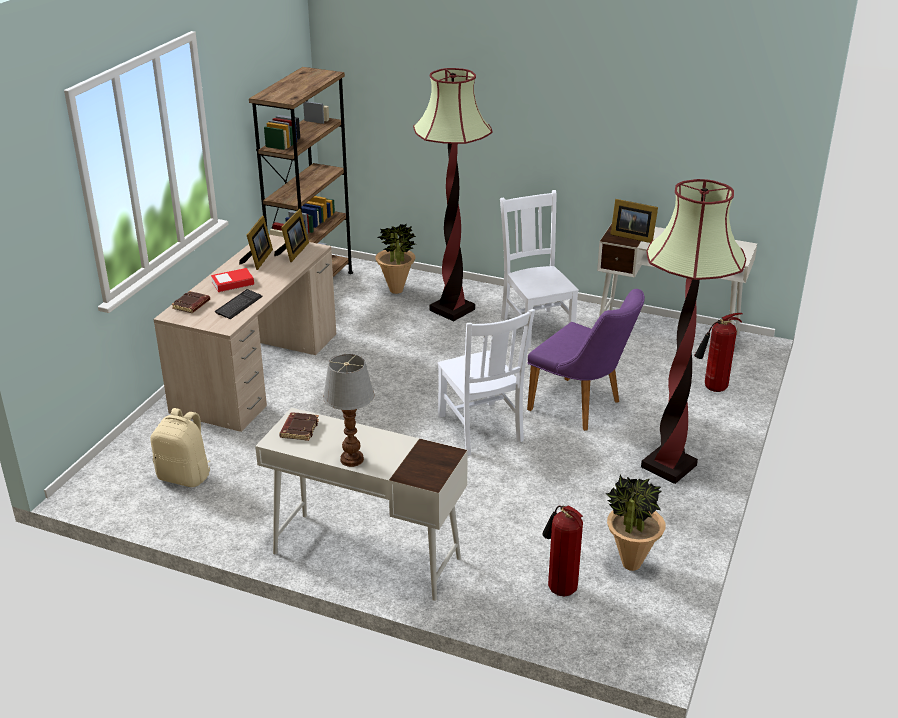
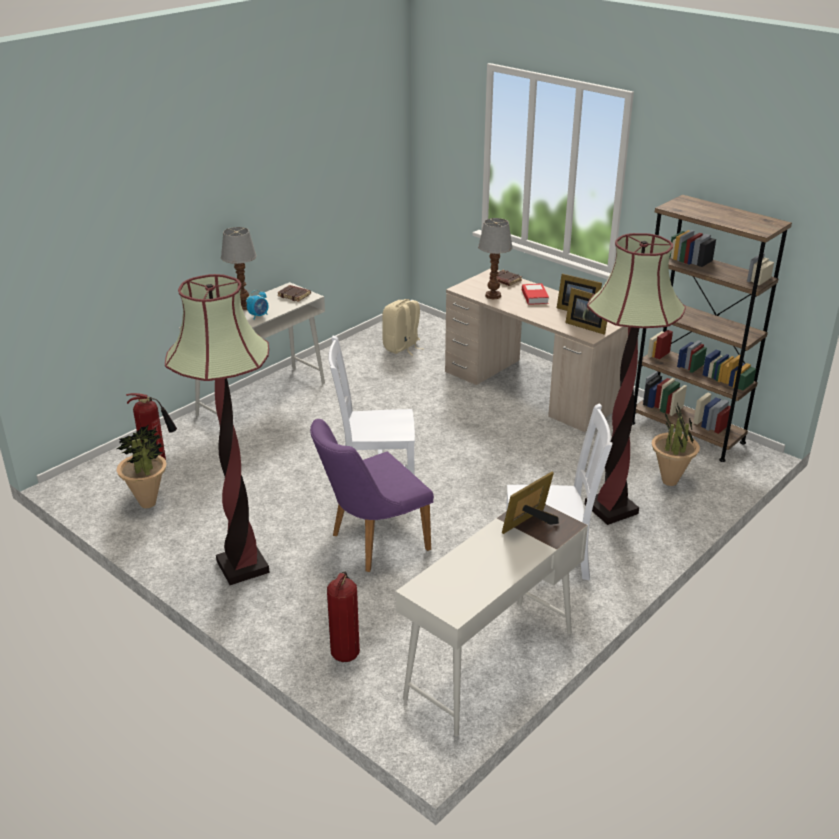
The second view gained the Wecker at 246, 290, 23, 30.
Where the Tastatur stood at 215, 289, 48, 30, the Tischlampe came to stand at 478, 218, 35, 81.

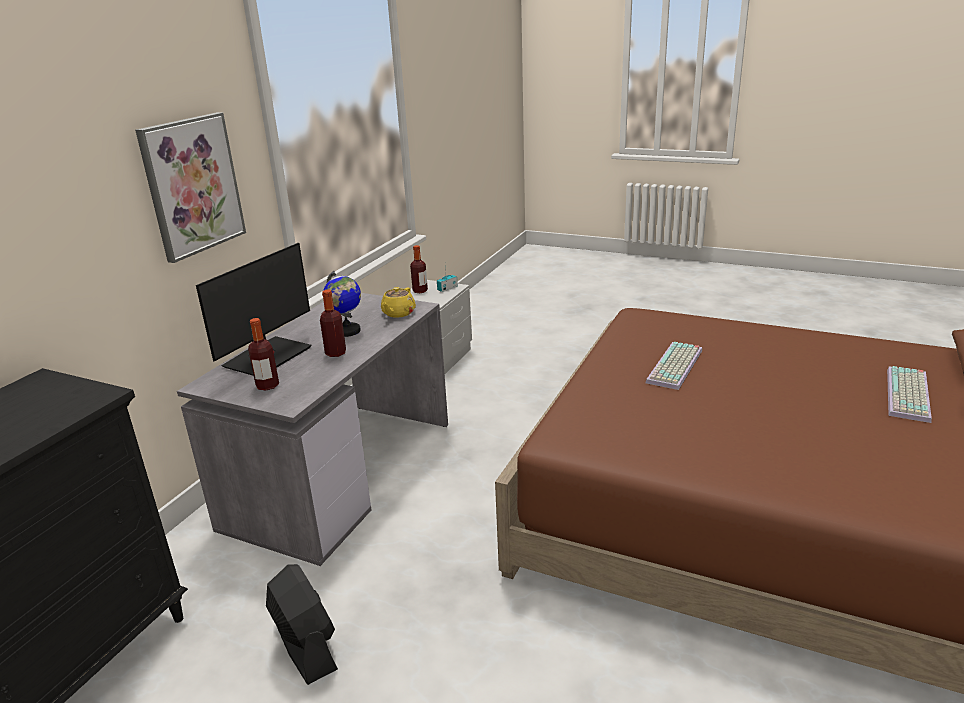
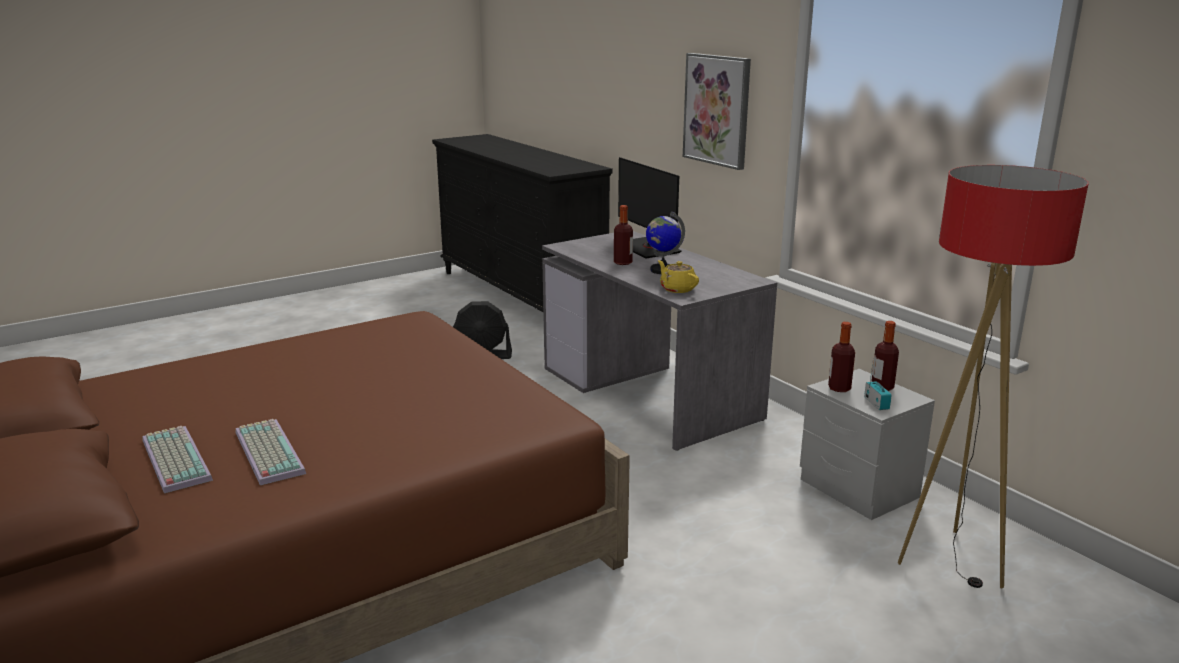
The second view gained the Stehlampe at 898, 165, 191, 424.
The Flasche ended up elsewhere, having gone from 248, 318, 31, 72 to 828, 322, 27, 70.
The Tastatur ended up elsewhere, having gone from 646, 342, 56, 48 to 236, 419, 70, 66.

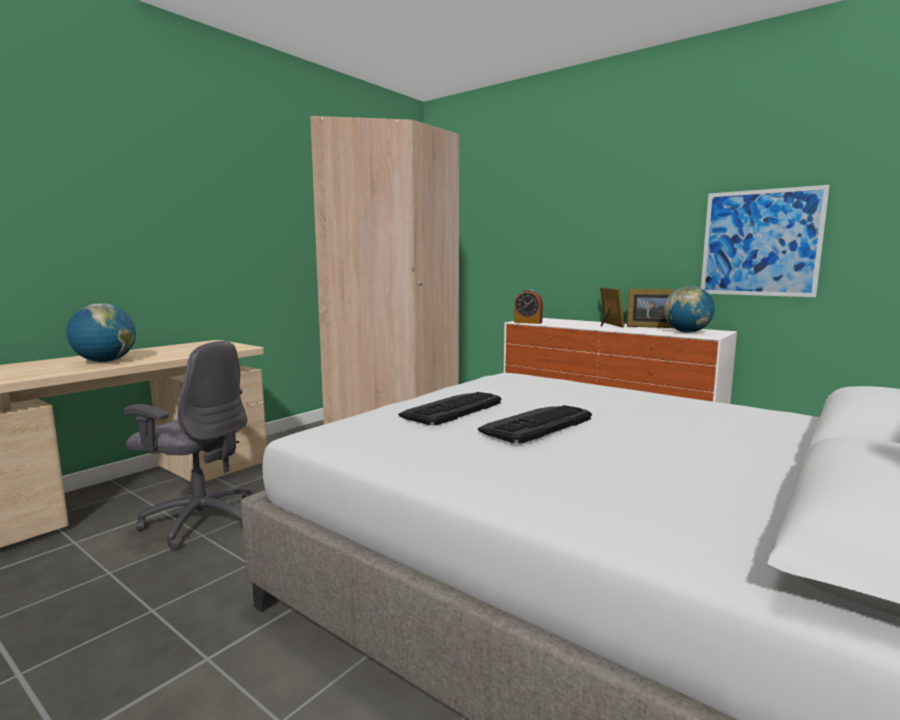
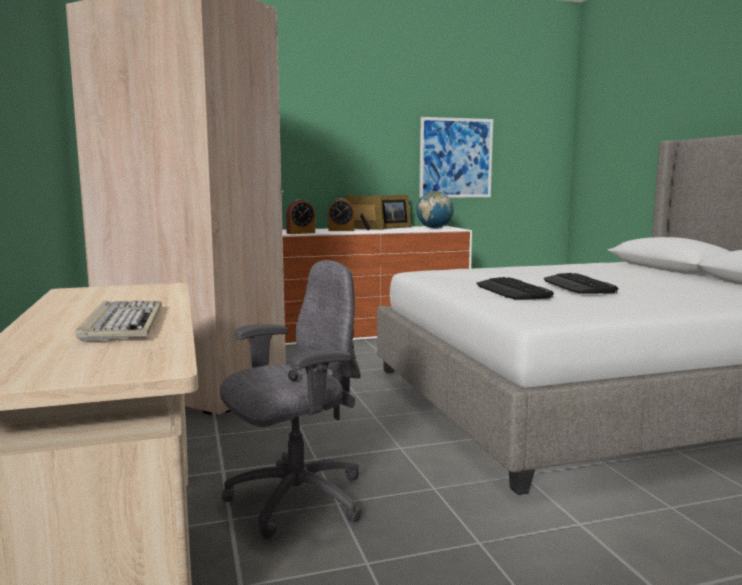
The second view gained the Wecker at 328, 198, 26, 33.
Where the Globus stood at 66, 304, 70, 58, the Tastatur came to stand at 75, 300, 87, 42.

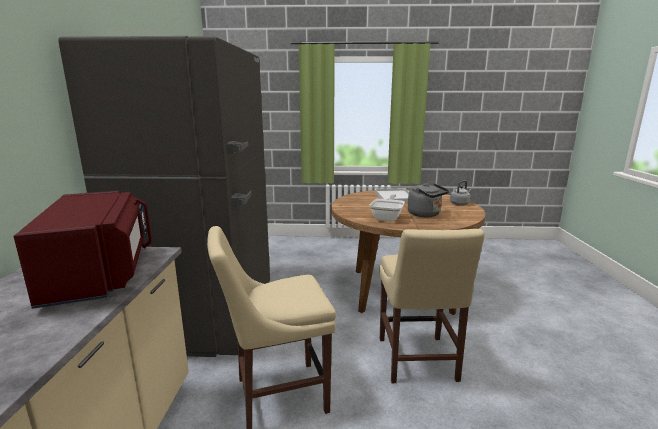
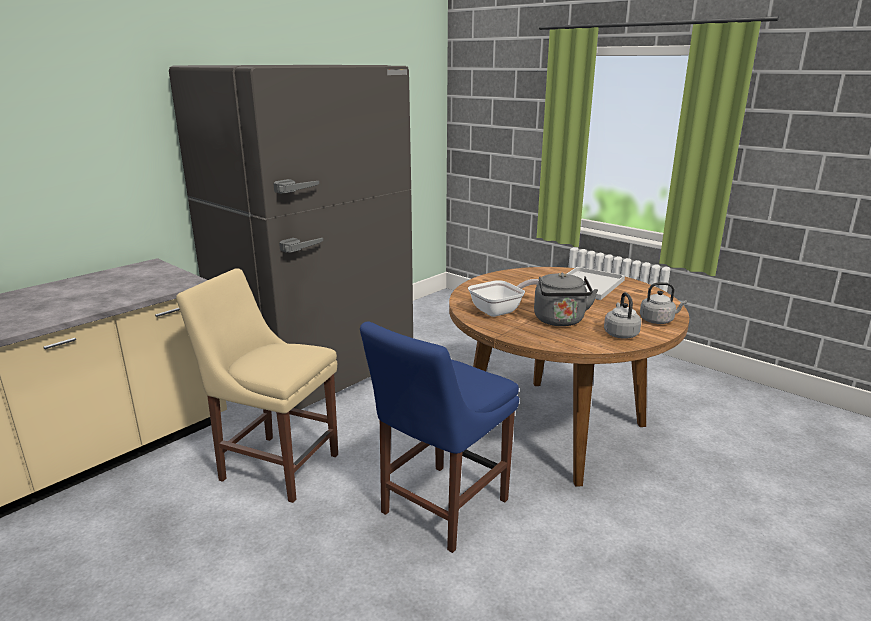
The second view lost the Mikrowelle (rot) at 13, 191, 139, 118.
The second view gained the Wasserkessel (grau) at 604, 292, 37, 47.
What was the Stuhl (beige) at 379, 229, 106, 154 turned into the Stuhl (blau) at 360, 321, 159, 232.

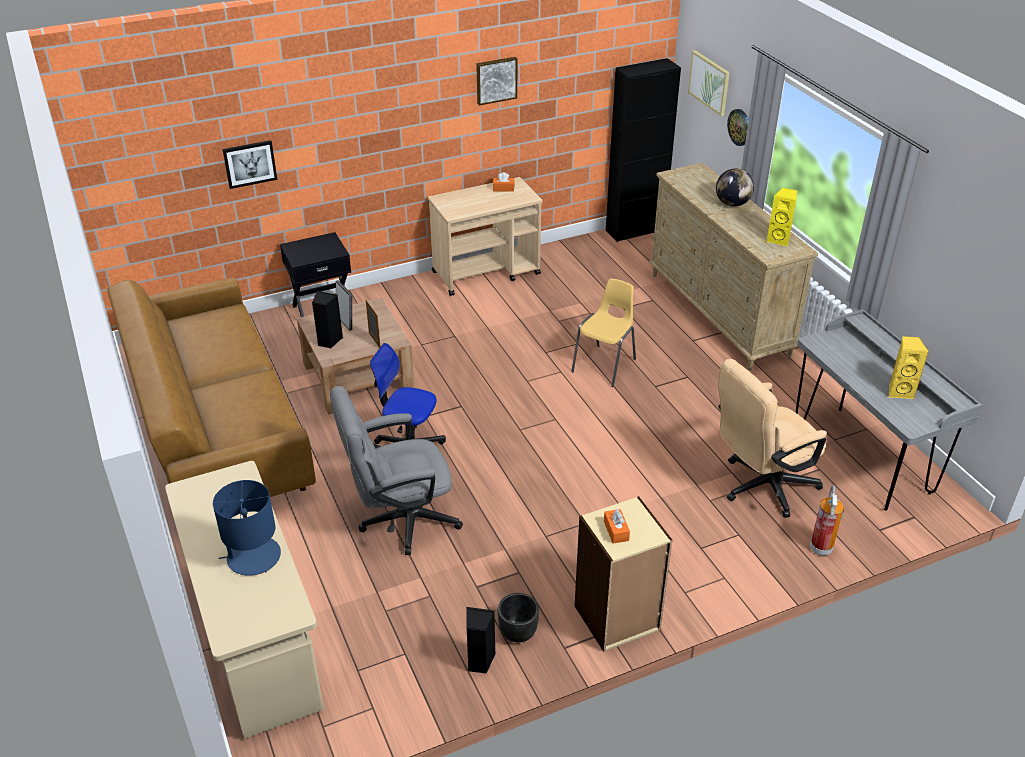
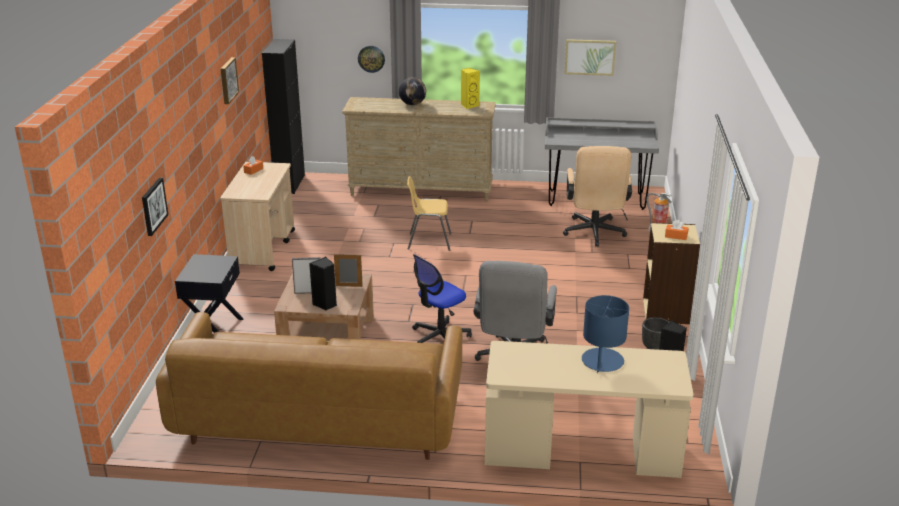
The second view lost the Lautsprecher (gelb) at 889, 336, 40, 63.
The Bild ended up elsewhere, having gone from 688, 50, 42, 66 to 564, 39, 52, 37.
The Stuhl (gelb) at 571, 278, 65, 109 ended up facing another way, 60 degrees counterclockwise from before.

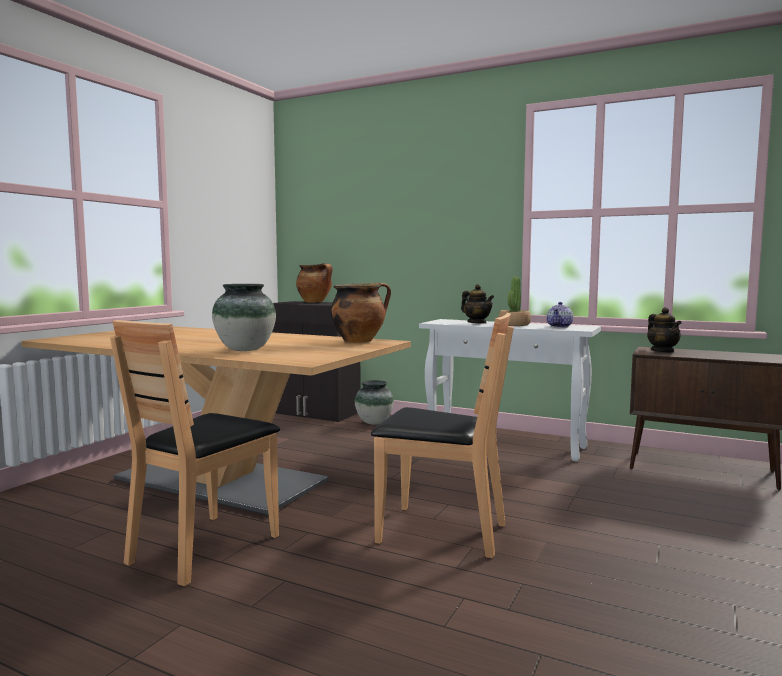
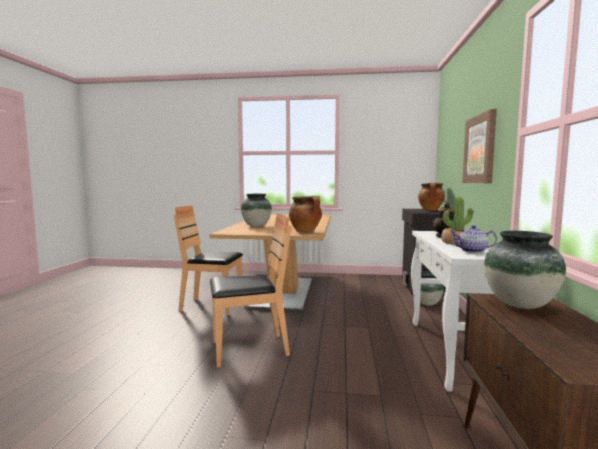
The second view gained the Bild at 462, 109, 35, 74.
Where the Teekanne stood at 647, 307, 35, 46, the Vase came to stand at 484, 231, 82, 78.
The Stuhl (braun) at 371, 313, 143, 245 ended up facing another way, 105 degrees counterclockwise from before.

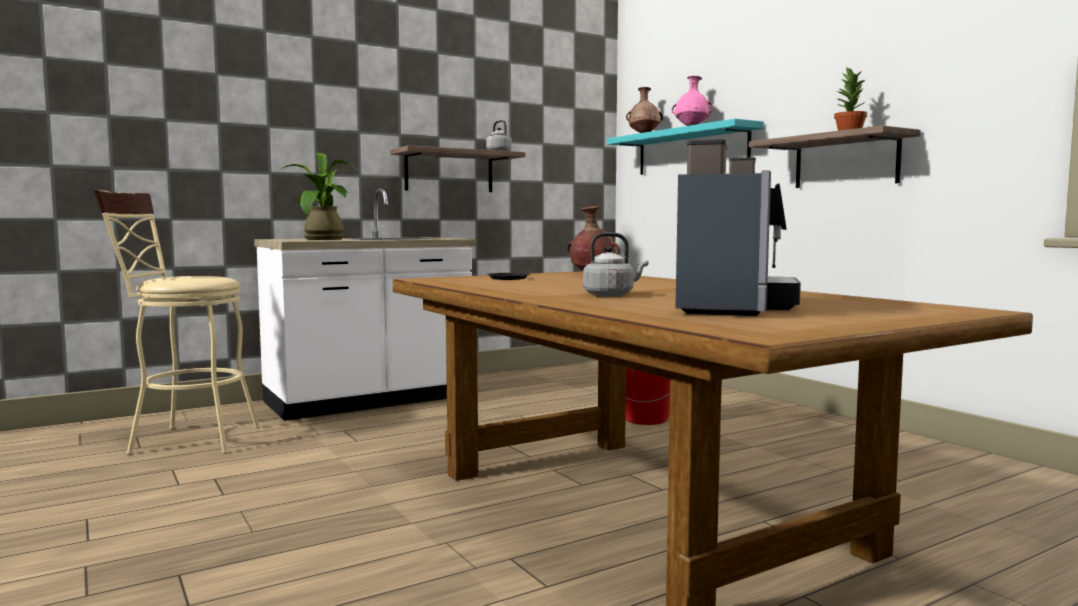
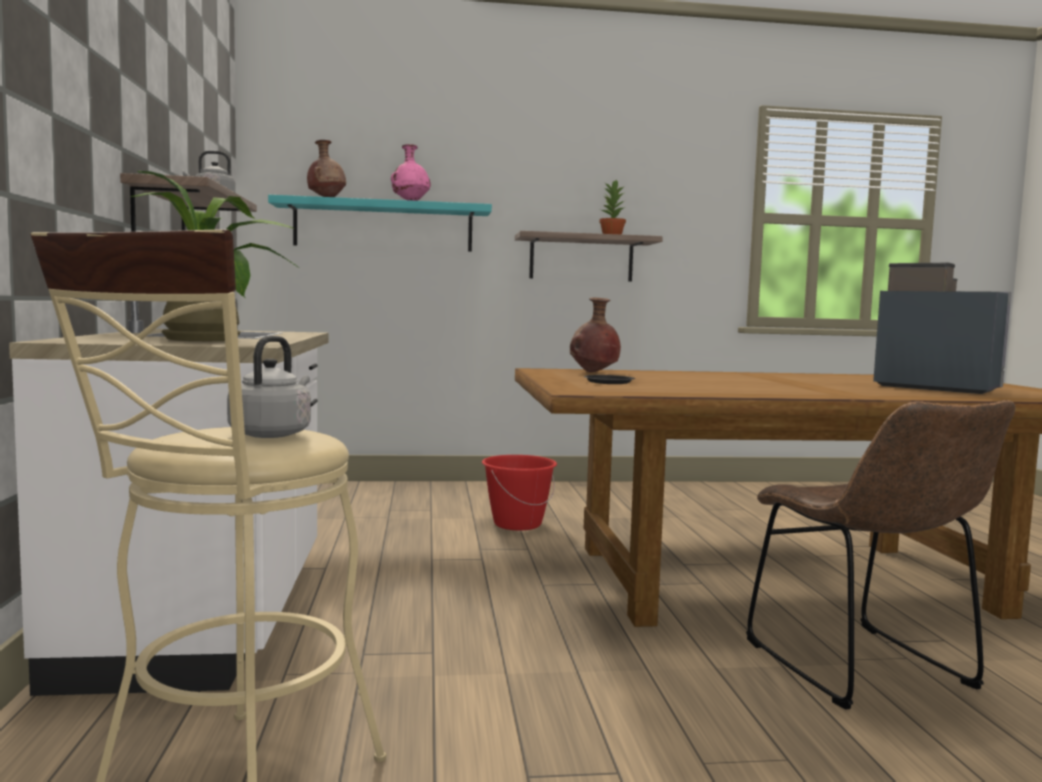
The second view gained the Stuhl (braun) at 746, 400, 269, 310.
The Wasserkessel (grau) ended up elsewhere, having gone from 583, 232, 65, 65 to 227, 336, 84, 102.

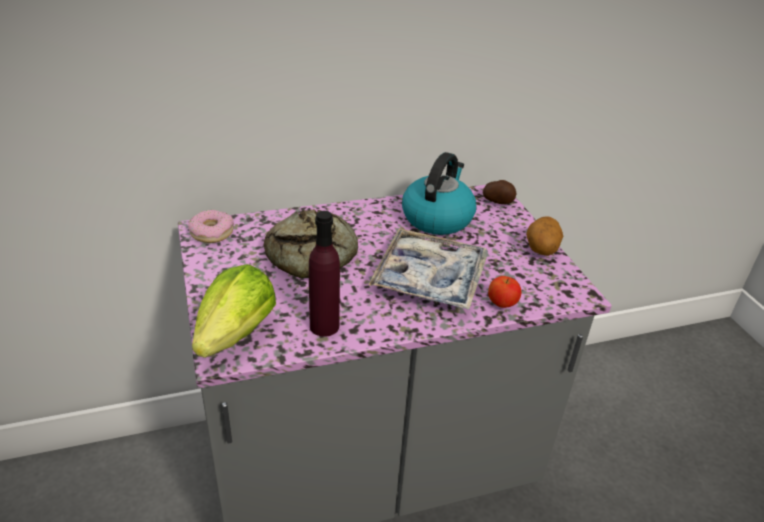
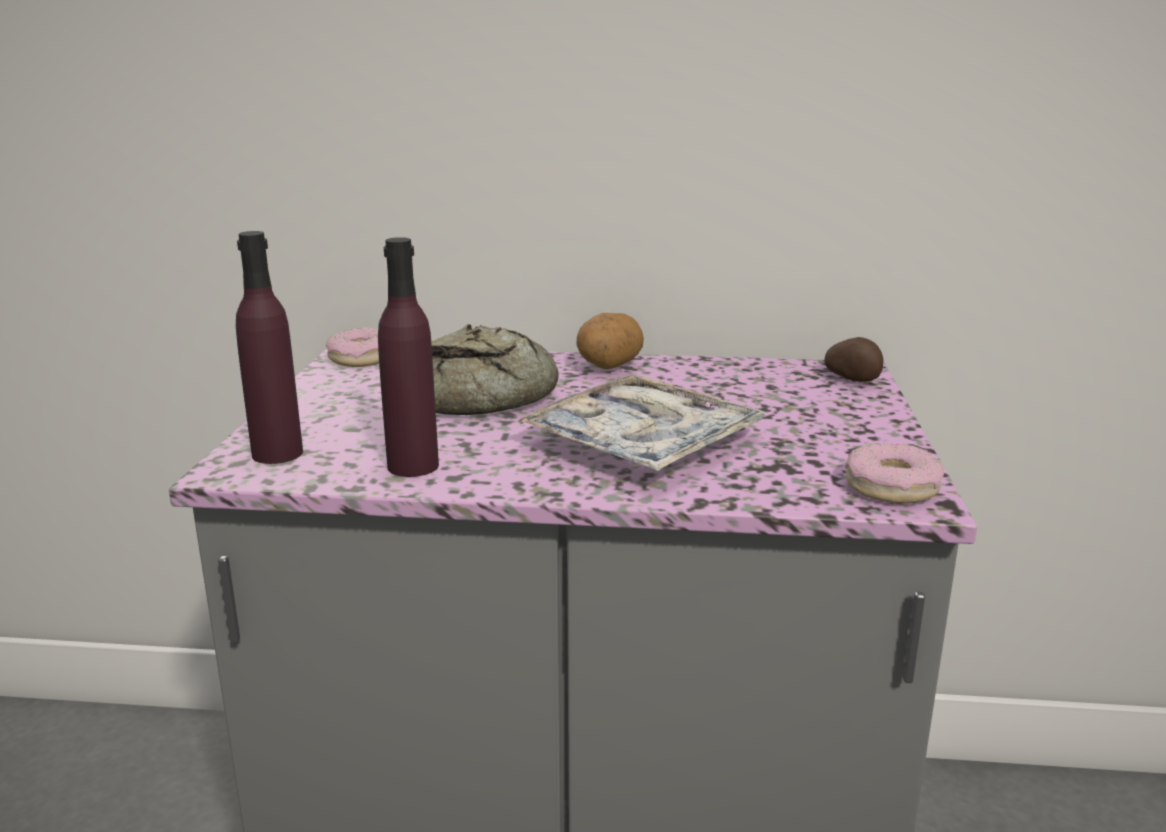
The second view lost the Wasserkessel at 402, 152, 74, 83.
The second view lost the Apfel at 488, 276, 33, 32.
The second view gained the Donut at 845, 443, 99, 61.
The Kartoffel ended up elsewhere, having gone from 526, 216, 37, 40 to 577, 313, 67, 57.
Where the Salatkopf stood at 192, 264, 84, 94, the Flasche (lila) came to stand at 236, 231, 67, 233.

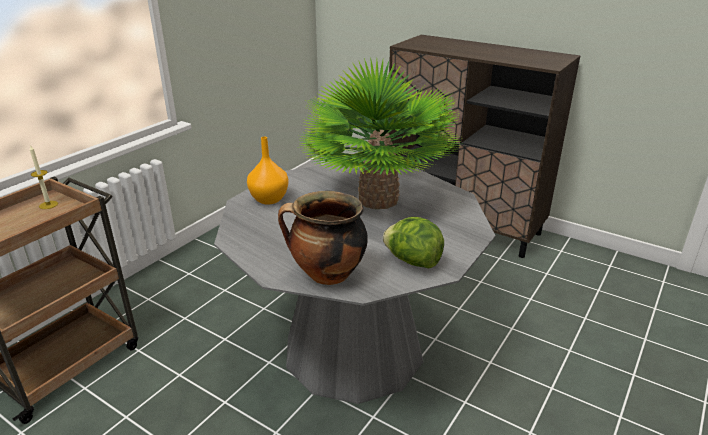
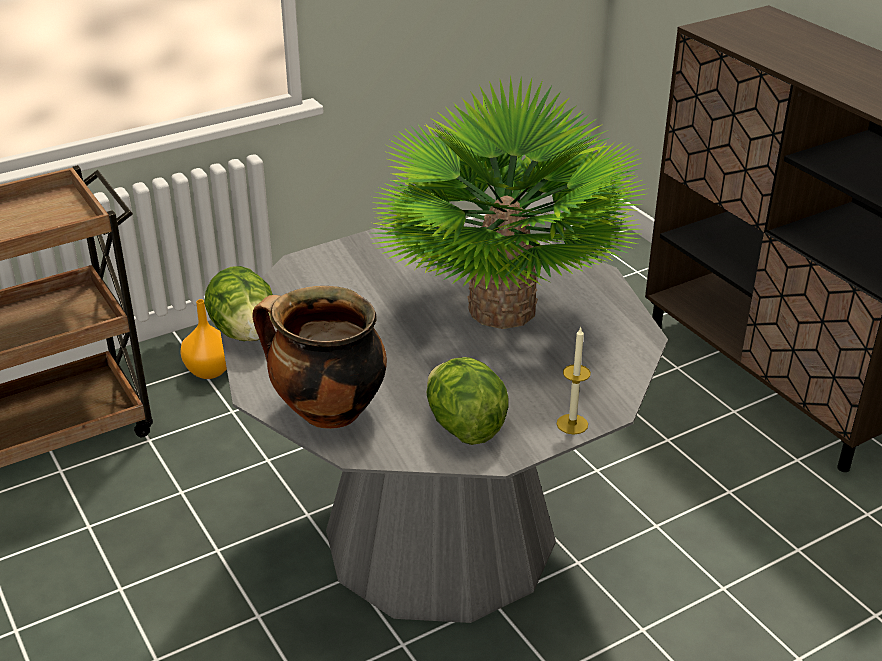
The second view gained the Salatkopf at 204, 266, 69, 75.
The Kerze ended up elsewhere, having gone from 30, 146, 28, 63 to 557, 326, 34, 108.
The Vase (orange) ended up elsewhere, having gone from 247, 137, 42, 67 to 180, 299, 47, 80.

